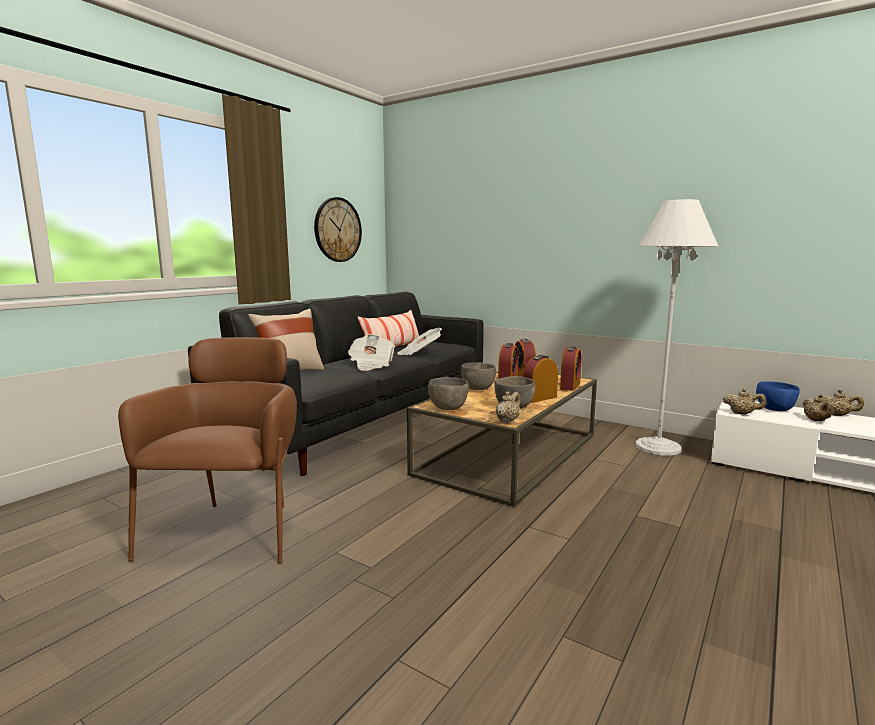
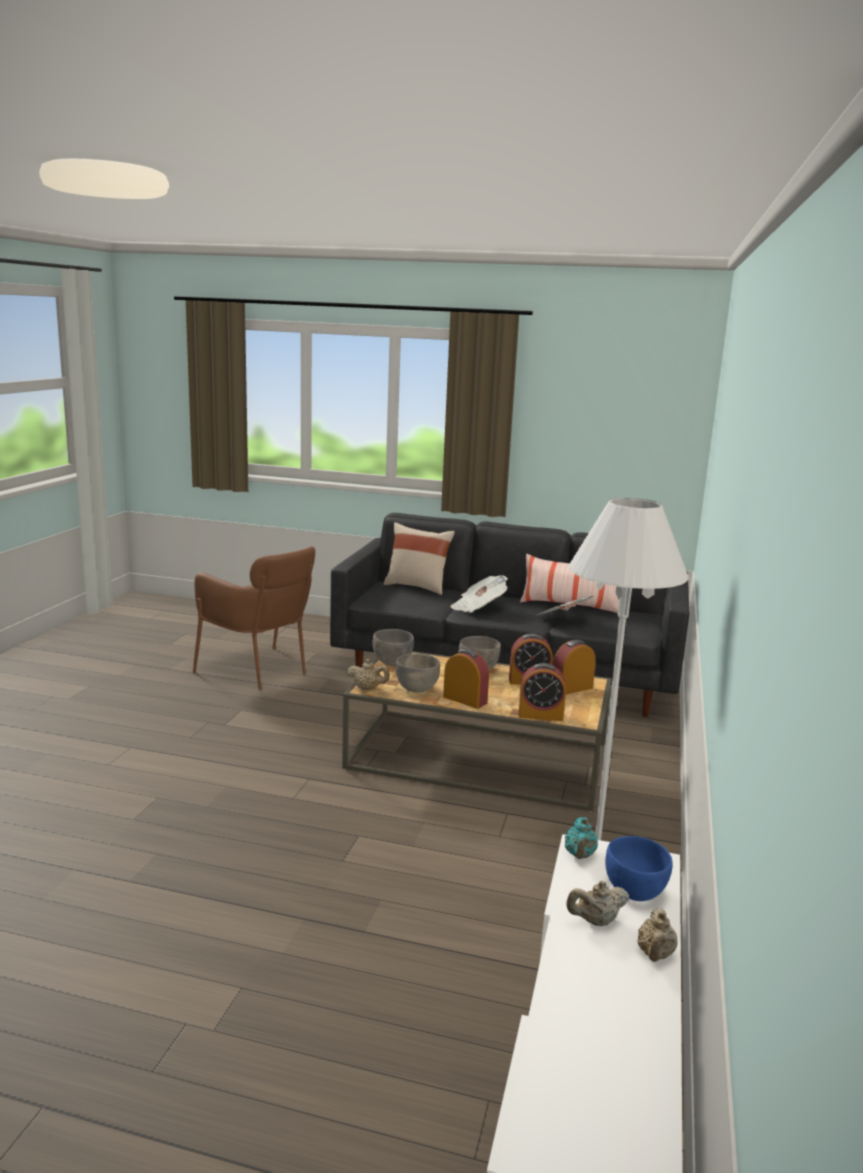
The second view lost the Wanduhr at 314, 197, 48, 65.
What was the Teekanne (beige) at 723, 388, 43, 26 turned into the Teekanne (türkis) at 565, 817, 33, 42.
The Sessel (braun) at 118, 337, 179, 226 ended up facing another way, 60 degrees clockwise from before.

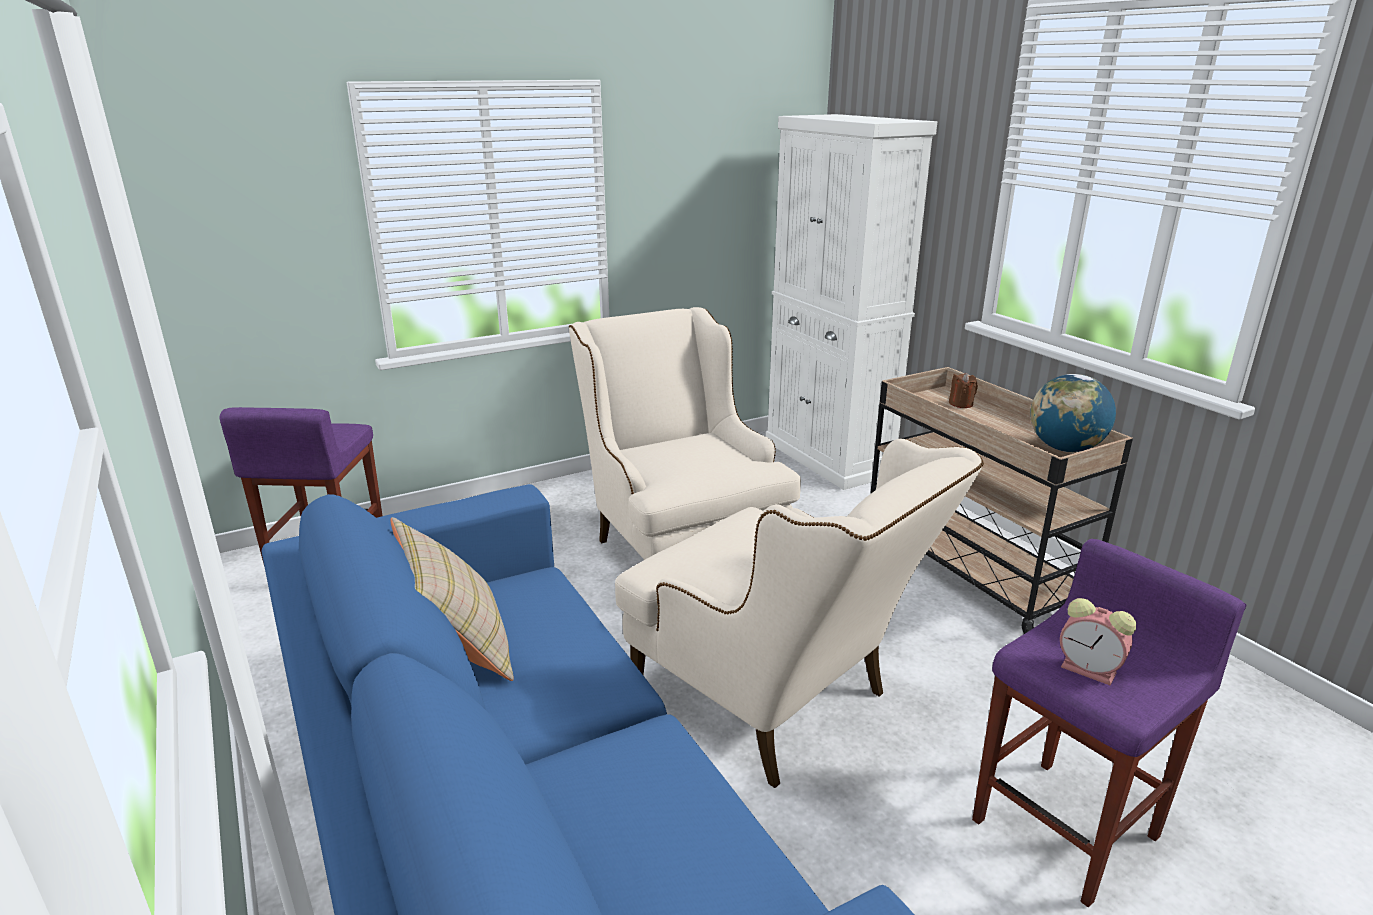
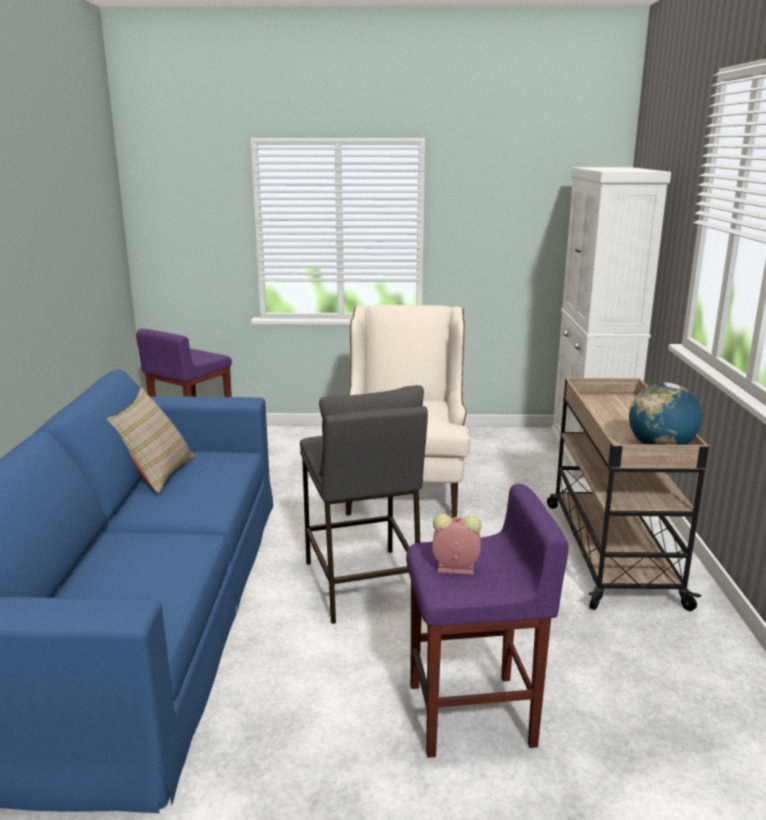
The second view lost the Kerze (braun) at 949, 373, 29, 35.
Where the Sessel (beige) stood at 615, 439, 369, 349, the Hocker (grau) came to stand at 300, 385, 128, 239.
The Wecker at 1060, 598, 76, 88 ended up facing another way, 120 degrees clockwise from before.

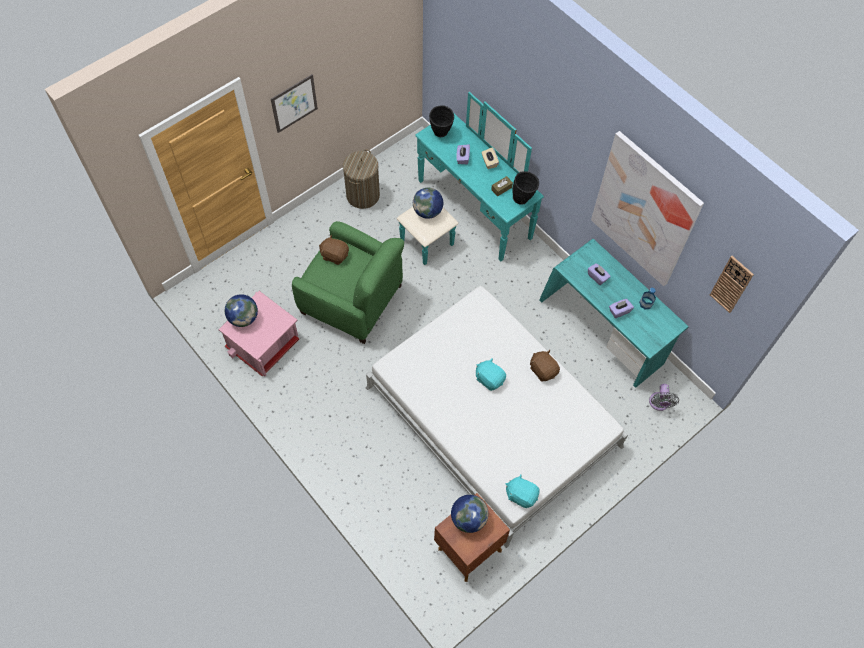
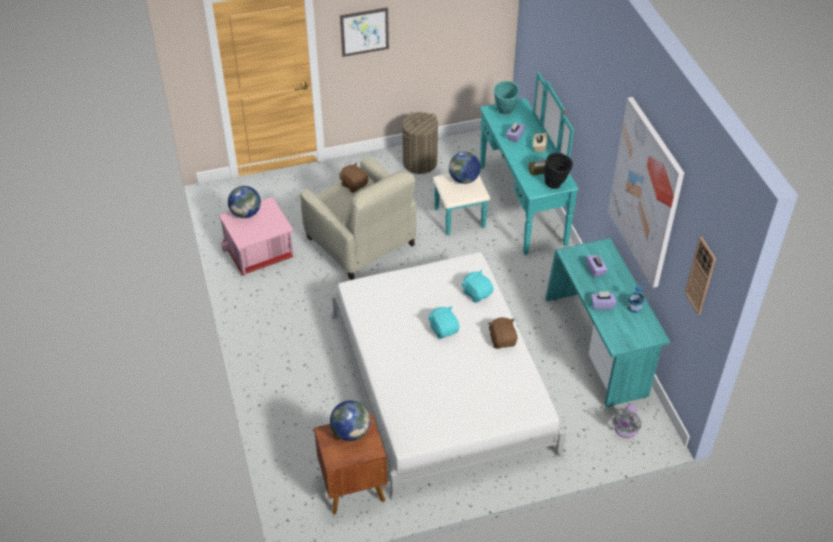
The Plüschtier (türkis) ended up elsewhere, having gone from 506, 474, 34, 34 to 462, 270, 32, 33.
What was the Sessel (grün) at 292, 221, 112, 123 turned into the Sessel (beige) at 300, 157, 116, 123.
What was the Vase (schwarz) at 429, 105, 25, 32 turned into the Vase (türkis) at 494, 81, 25, 35.

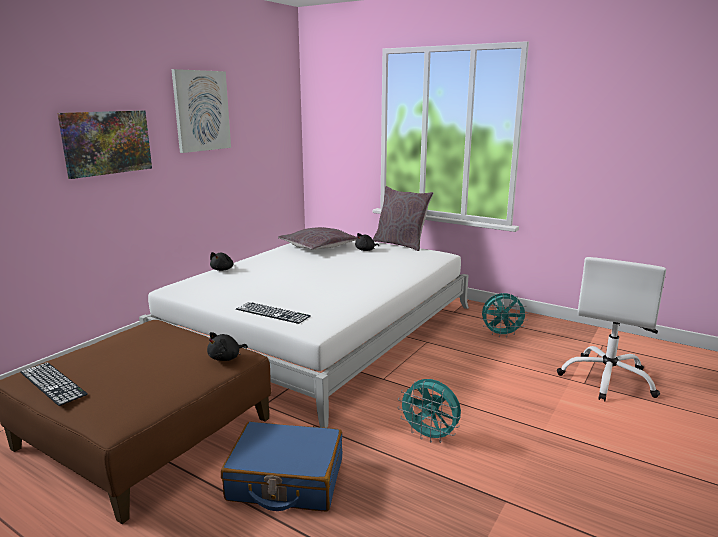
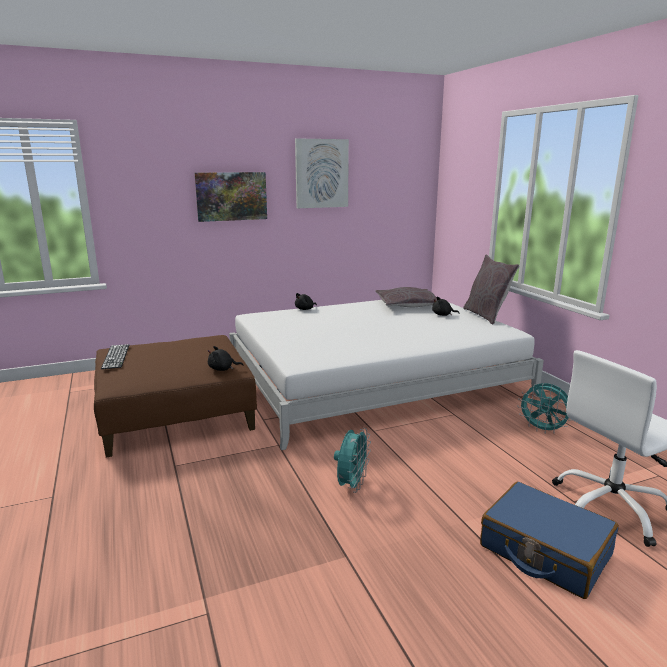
The second view lost the Tastatur at 236, 302, 75, 22.
The Koffer (blau) ended up elsewhere, having gone from 221, 421, 121, 91 to 480, 482, 139, 117.
The Ventilator (türkis) at 398, 379, 63, 64 ended up facing another way, 135 degrees counterclockwise from before.

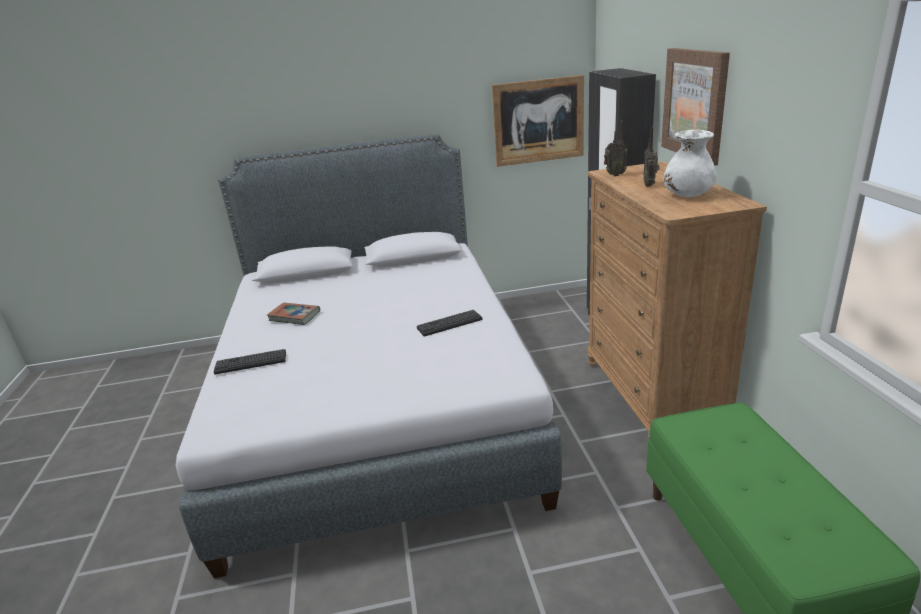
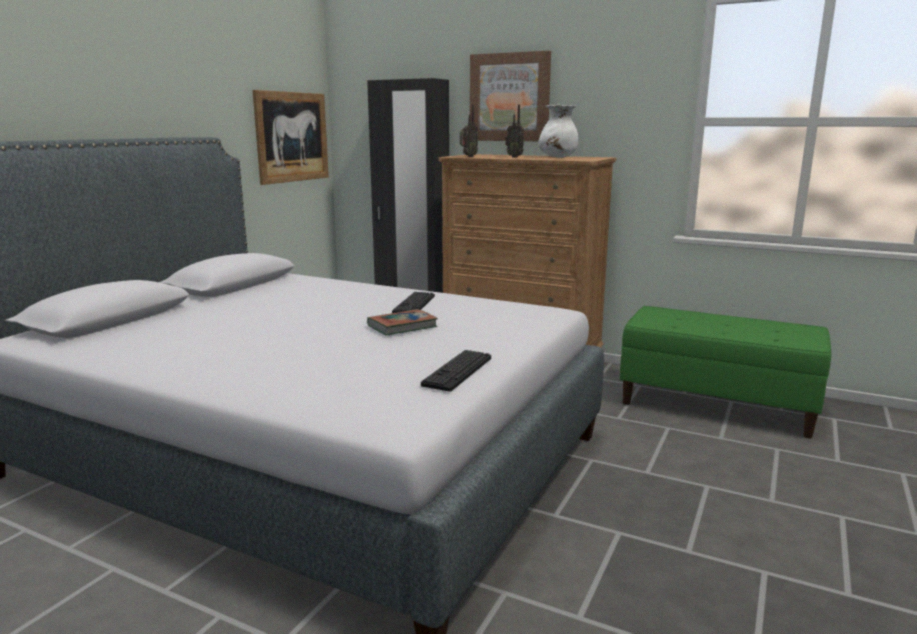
The Tastatur ended up elsewhere, having gone from 214, 349, 72, 26 to 421, 350, 70, 42.
The Buch ended up elsewhere, having gone from 267, 303, 53, 22 to 367, 309, 71, 27.

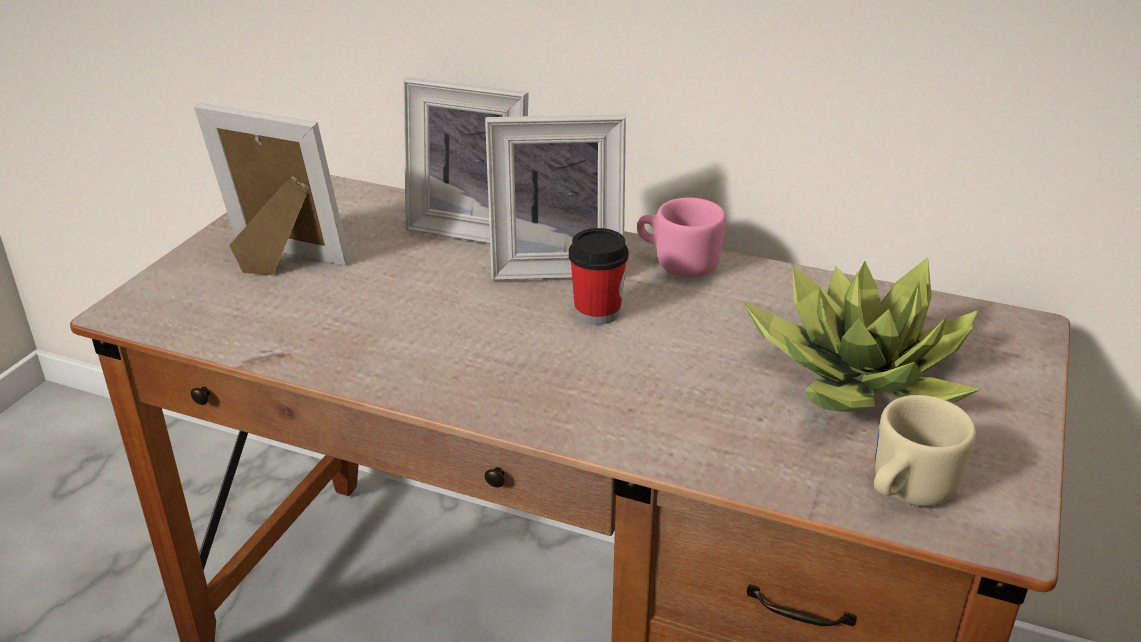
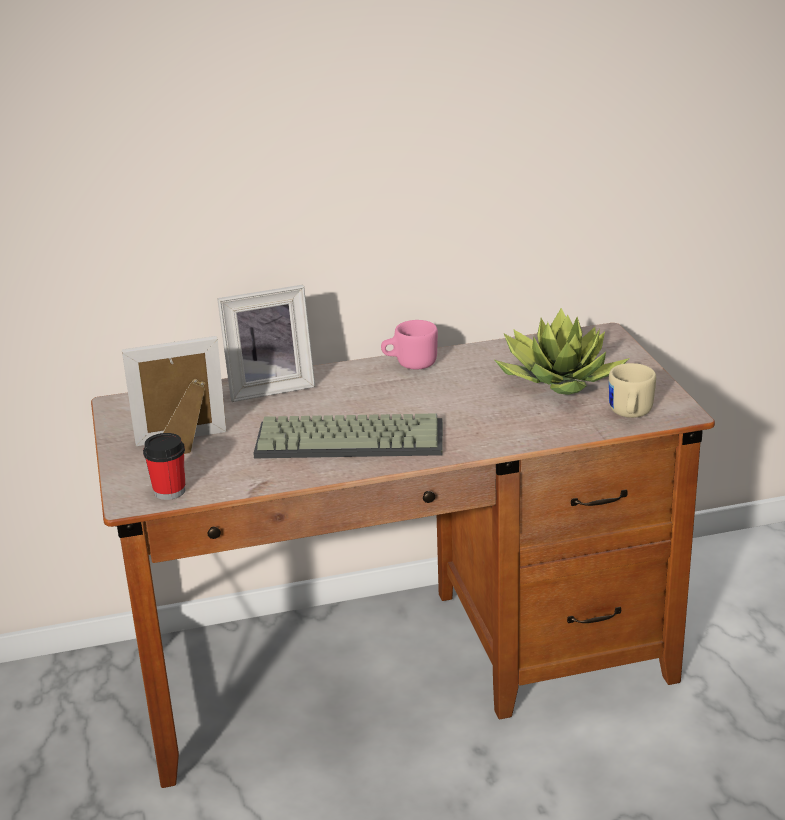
The second view lost the Bilderrahmen at 485, 114, 141, 166.
The second view gained the Tastatur at 253, 413, 190, 45.
The Tasse ended up elsewhere, having gone from 569, 228, 60, 96 to 143, 433, 42, 67.

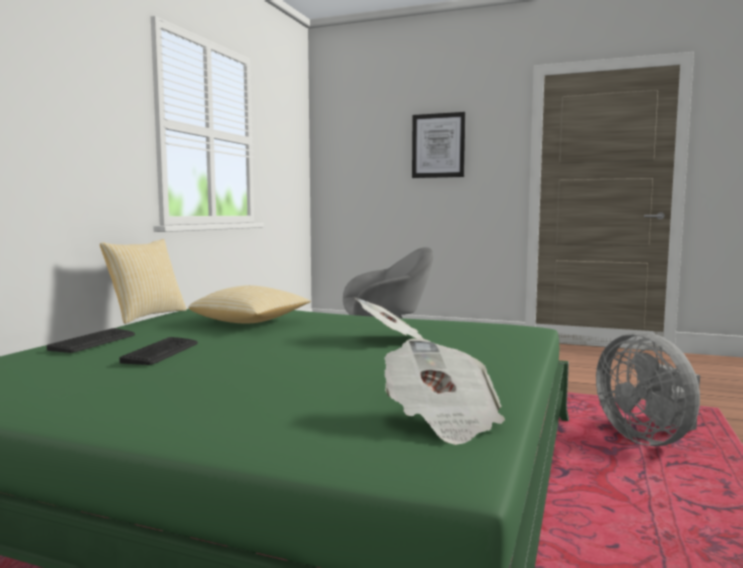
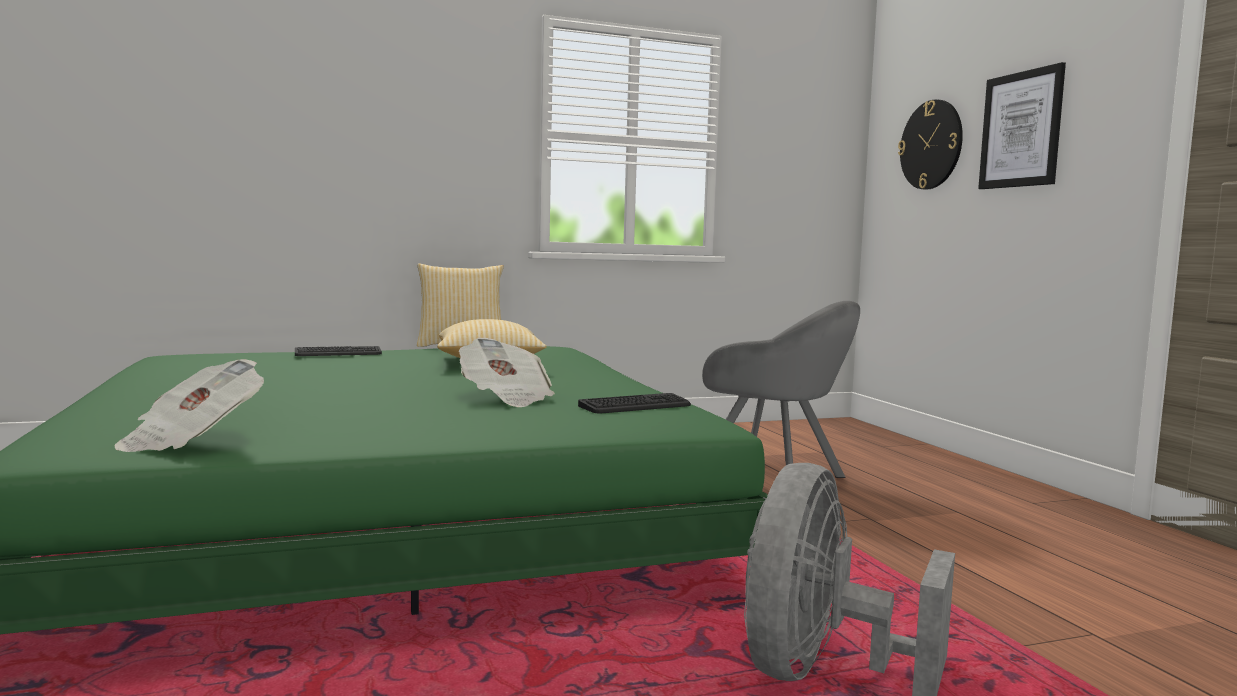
The second view gained the Wanduhr at 898, 99, 65, 90.
The Tastatur ended up elsewhere, having gone from 119, 337, 79, 28 to 578, 393, 113, 20.

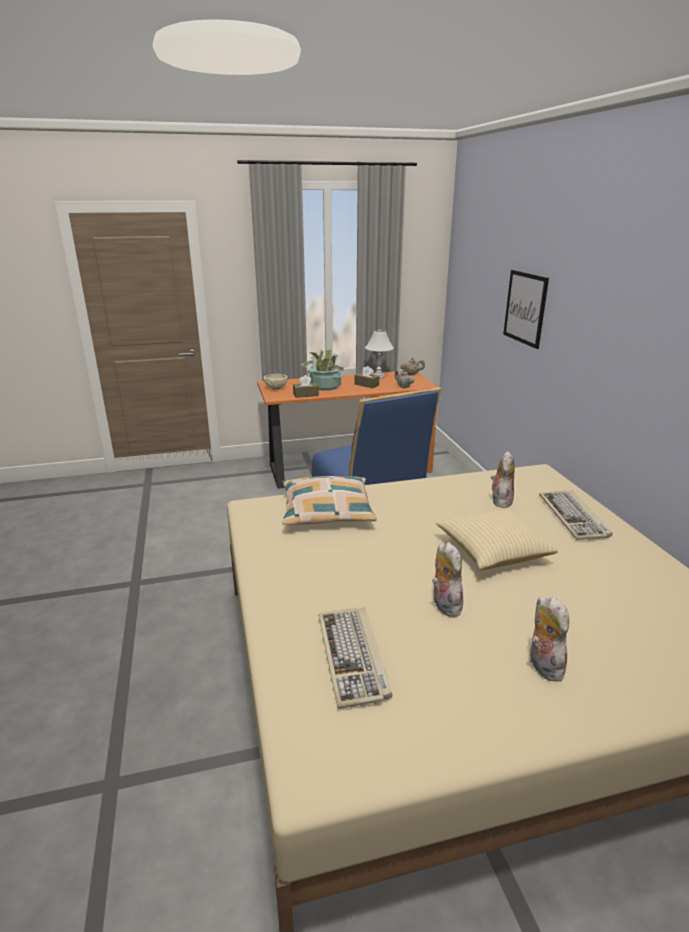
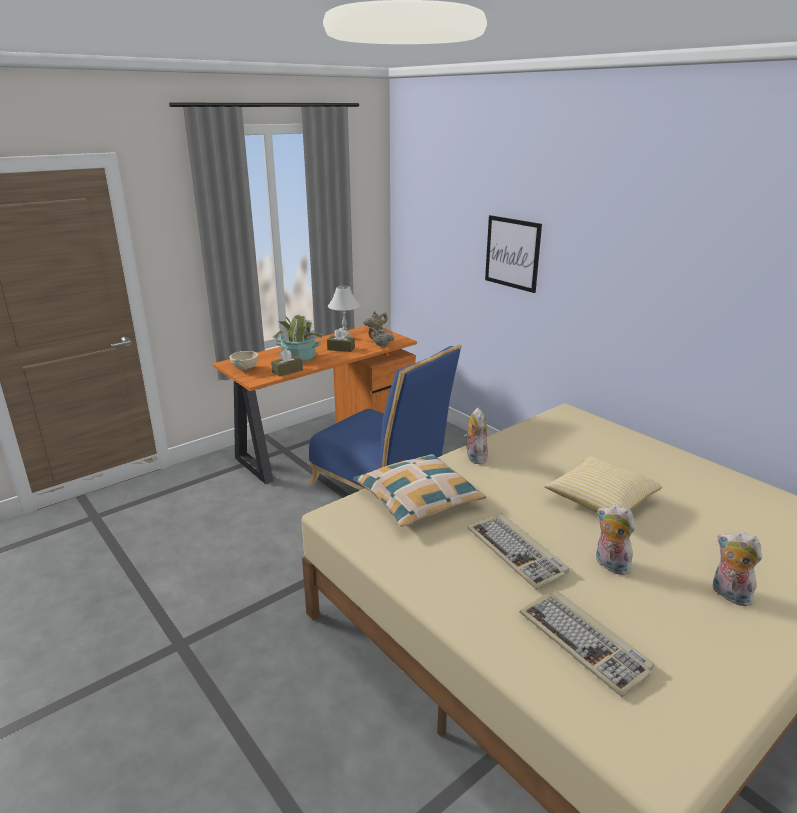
The Plüschtier ended up elsewhere, having gone from 491, 451, 24, 57 to 464, 407, 24, 57.
The Tastatur ended up elsewhere, having gone from 539, 491, 73, 49 to 468, 514, 101, 76.

